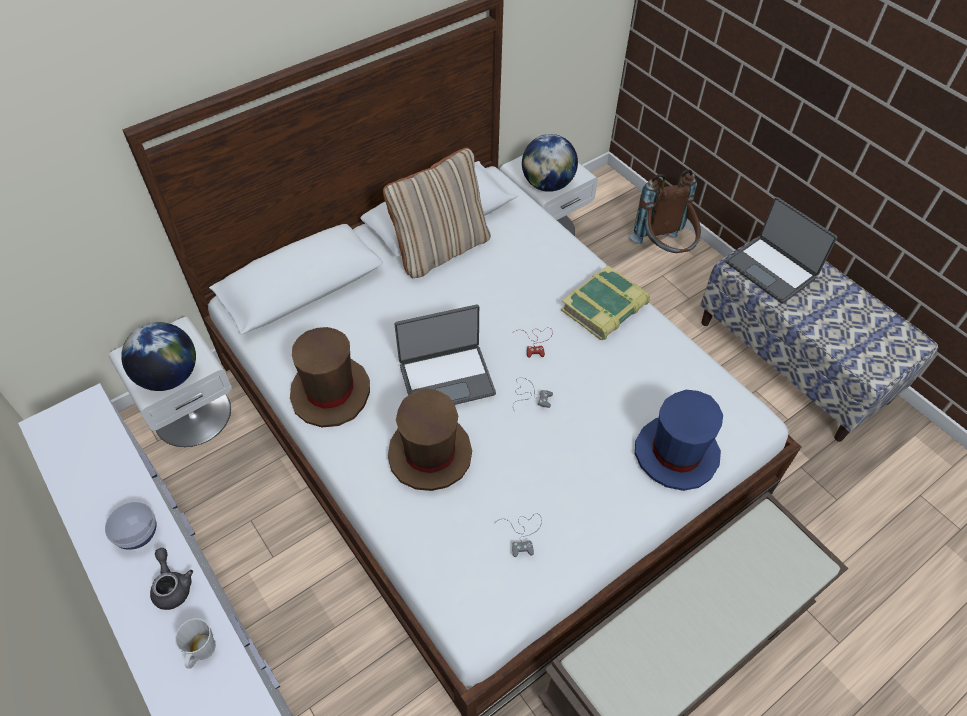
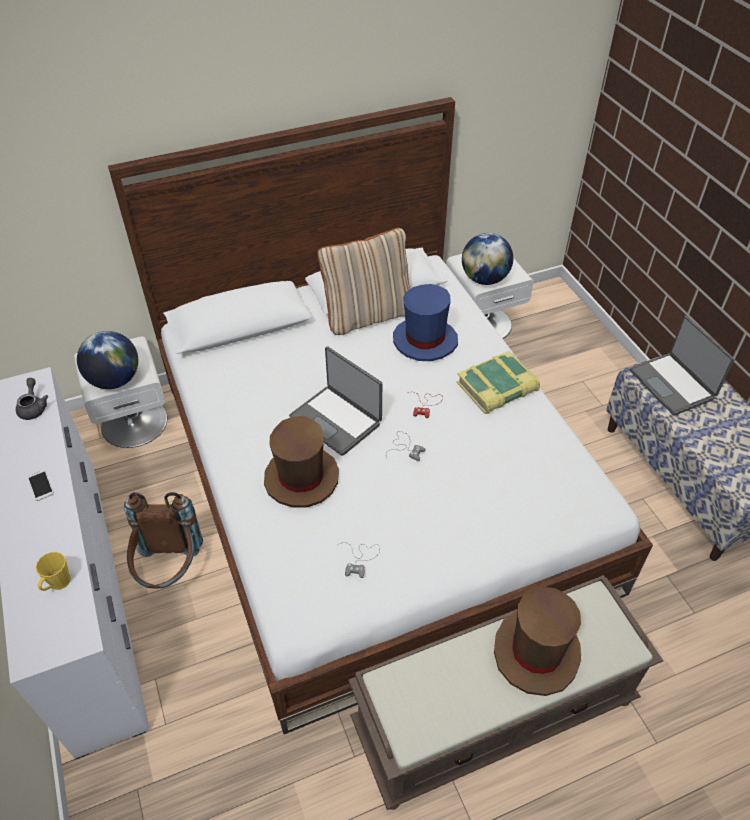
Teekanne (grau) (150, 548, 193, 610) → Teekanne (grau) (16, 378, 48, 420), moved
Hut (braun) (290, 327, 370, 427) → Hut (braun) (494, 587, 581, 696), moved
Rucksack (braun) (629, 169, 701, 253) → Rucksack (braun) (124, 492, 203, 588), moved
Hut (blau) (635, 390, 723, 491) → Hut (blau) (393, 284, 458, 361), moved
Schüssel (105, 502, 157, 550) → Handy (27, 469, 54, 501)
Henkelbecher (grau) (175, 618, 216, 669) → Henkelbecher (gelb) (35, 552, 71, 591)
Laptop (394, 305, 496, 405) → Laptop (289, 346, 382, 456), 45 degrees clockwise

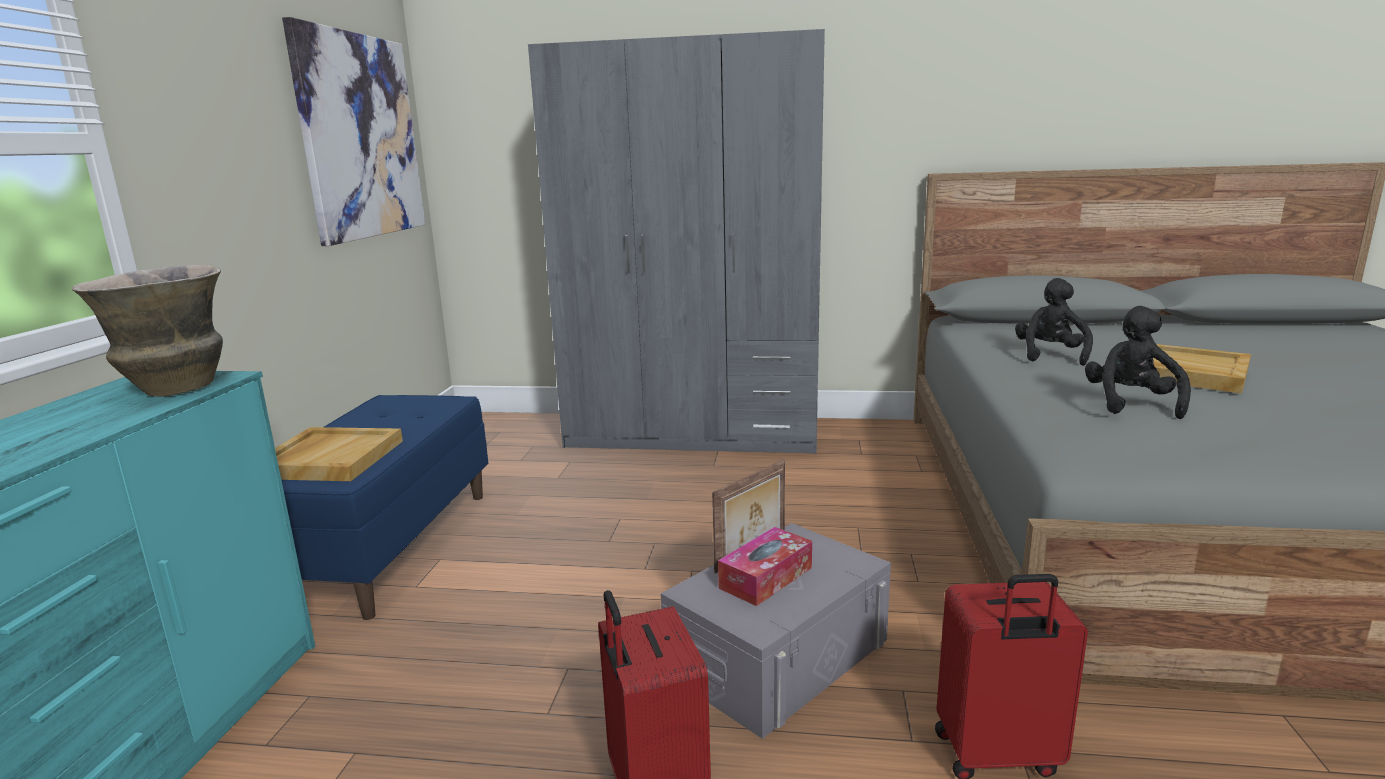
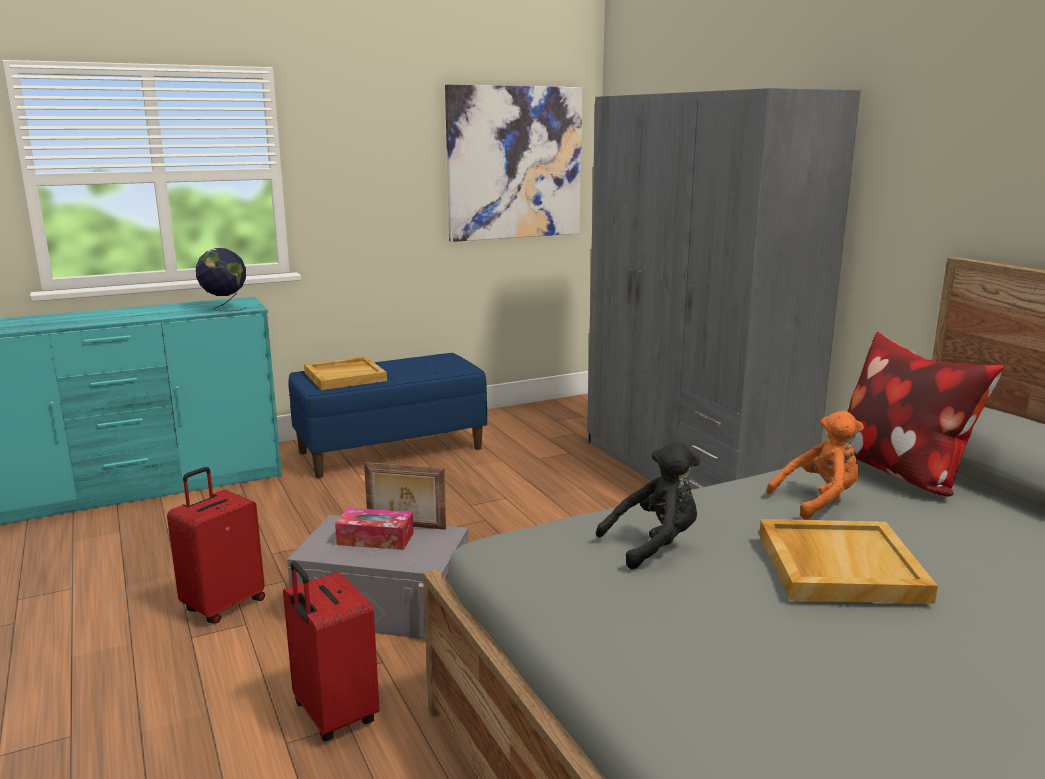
- → Kissen (847, 332, 1005, 497)
Vase (72, 265, 223, 397) → Globus (196, 248, 246, 311)
Plüschtier (schwarz) (1015, 278, 1093, 366) → Plüschtier (orange) (766, 411, 864, 520)

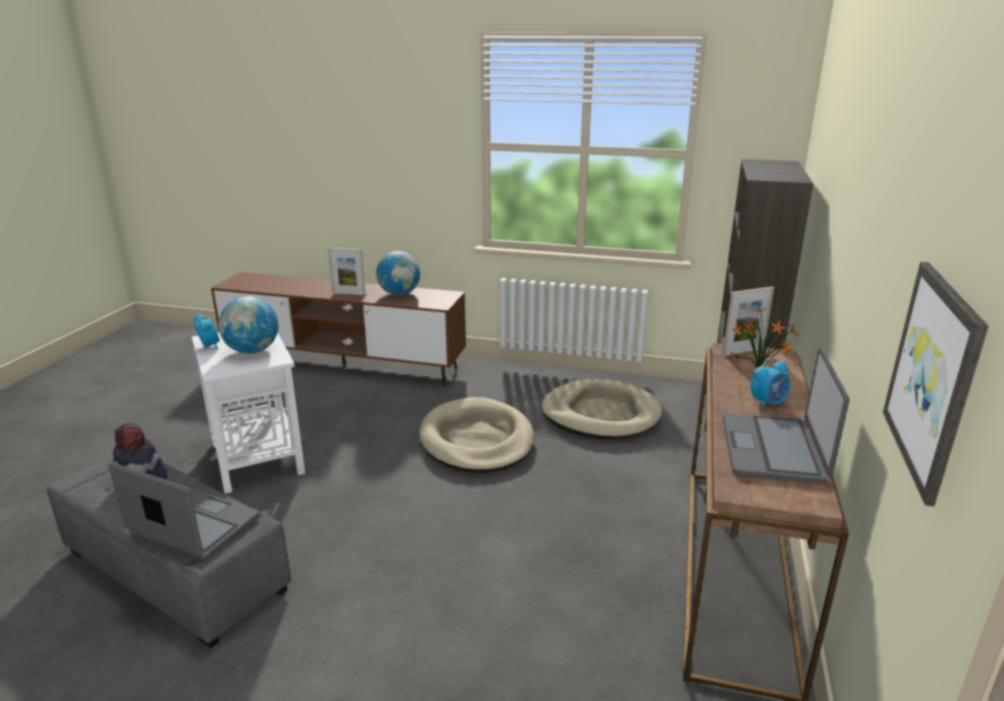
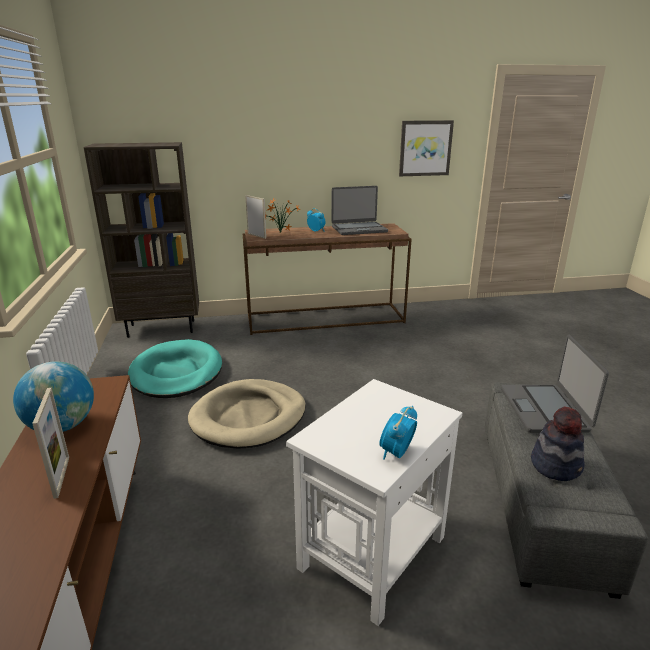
Globus (218, 296, 279, 354) → -
Hundebett (beige) (541, 379, 662, 439) → Hundebett (türkis) (128, 339, 222, 398)

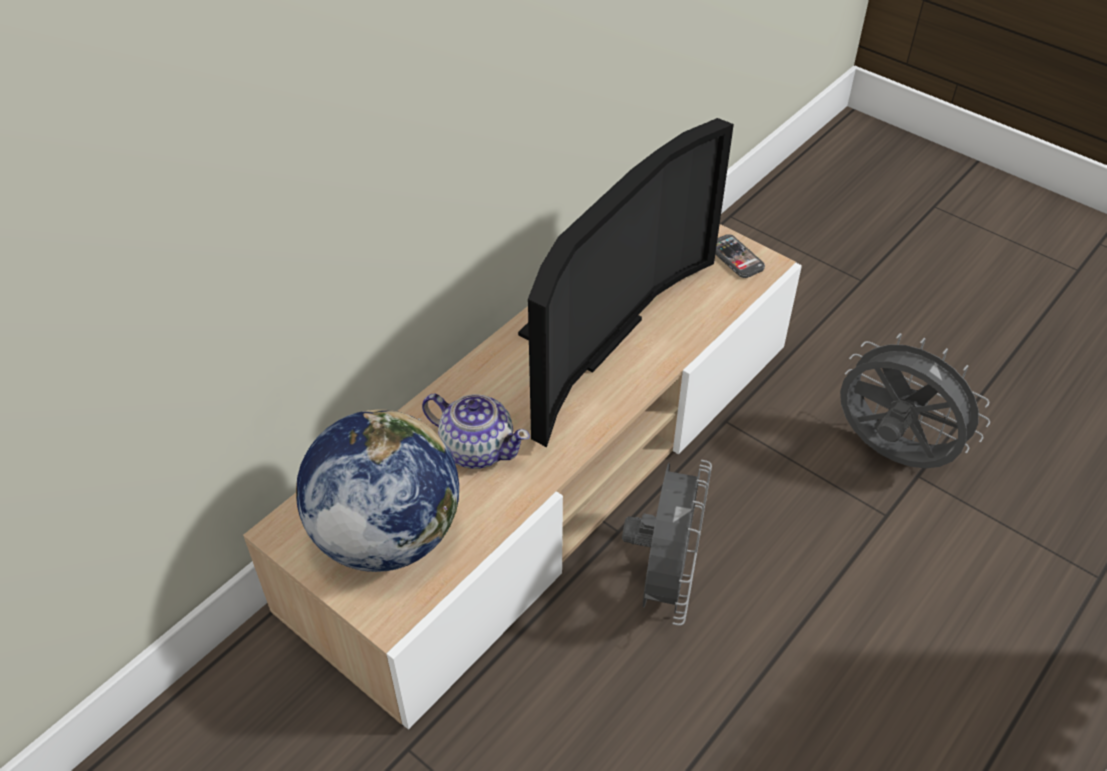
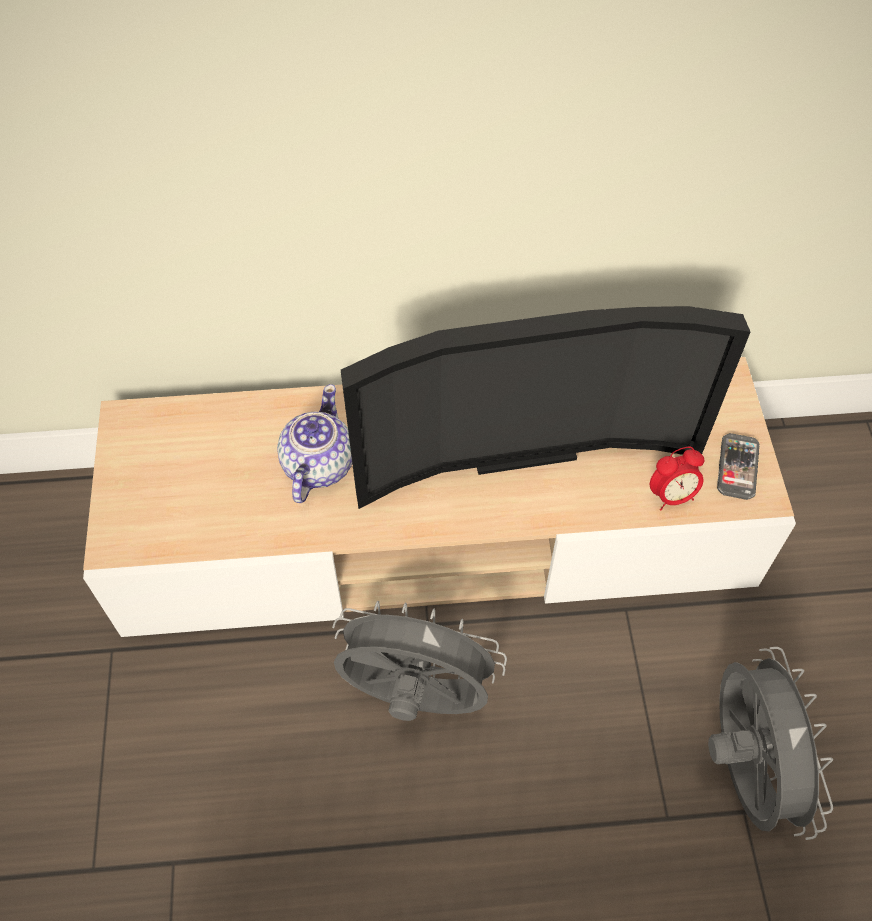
Globus (296, 409, 459, 572) → -
- → Wecker (650, 447, 705, 510)
Teekanne (422, 394, 530, 469) → Teekanne (277, 384, 352, 503), 150 degrees counterclockwise
Ventilator (grau) (622, 460, 712, 626) → Ventilator (grau) (332, 601, 507, 721), 135 degrees counterclockwise

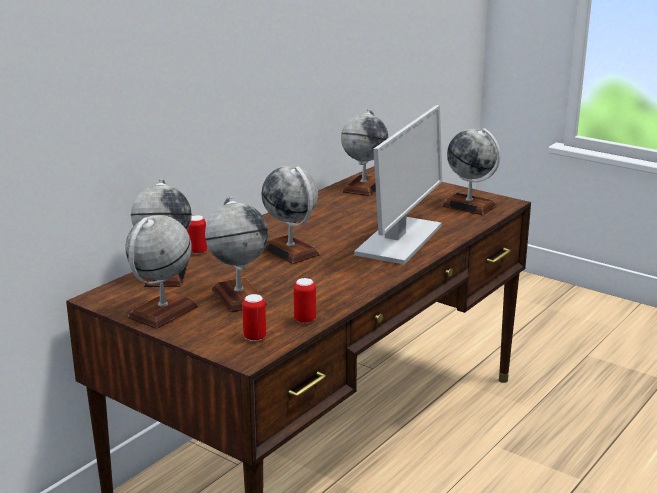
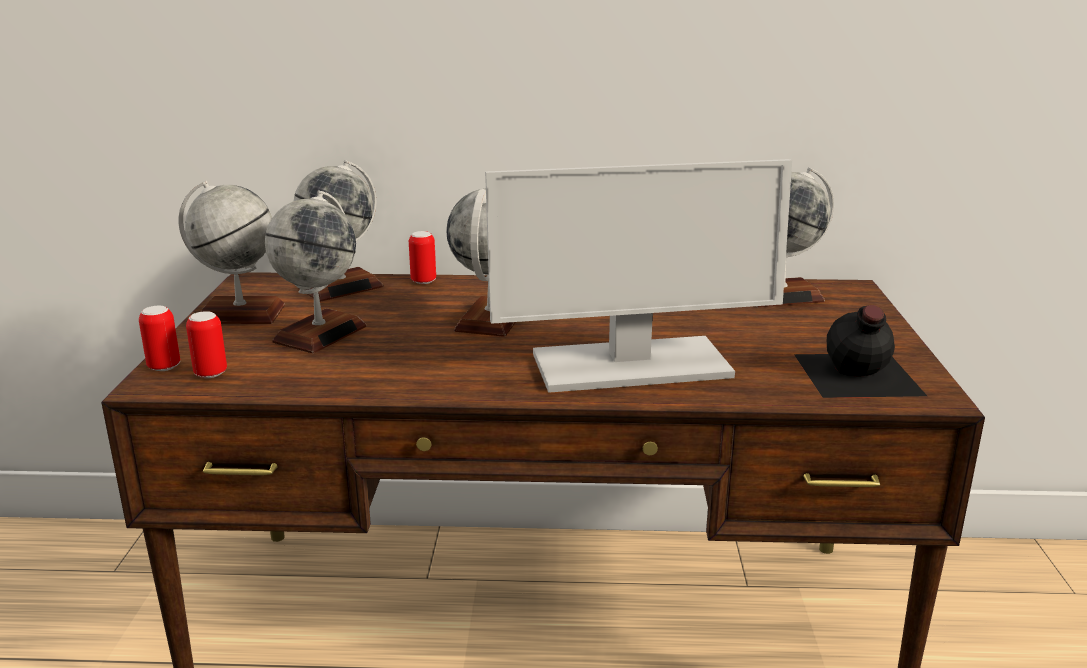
Dose (294, 278, 316, 324) → Dose (139, 306, 180, 371), moved
Globus (442, 128, 500, 215) → Flasche (schwarz) (794, 305, 927, 398)

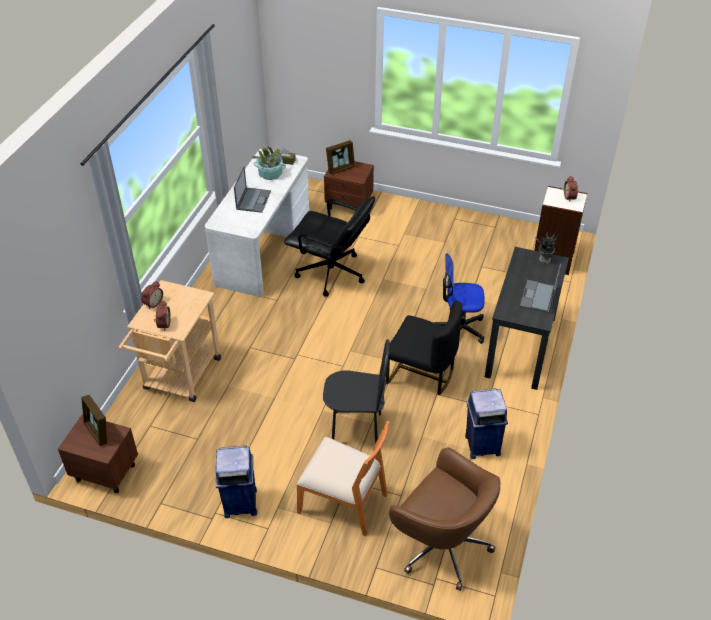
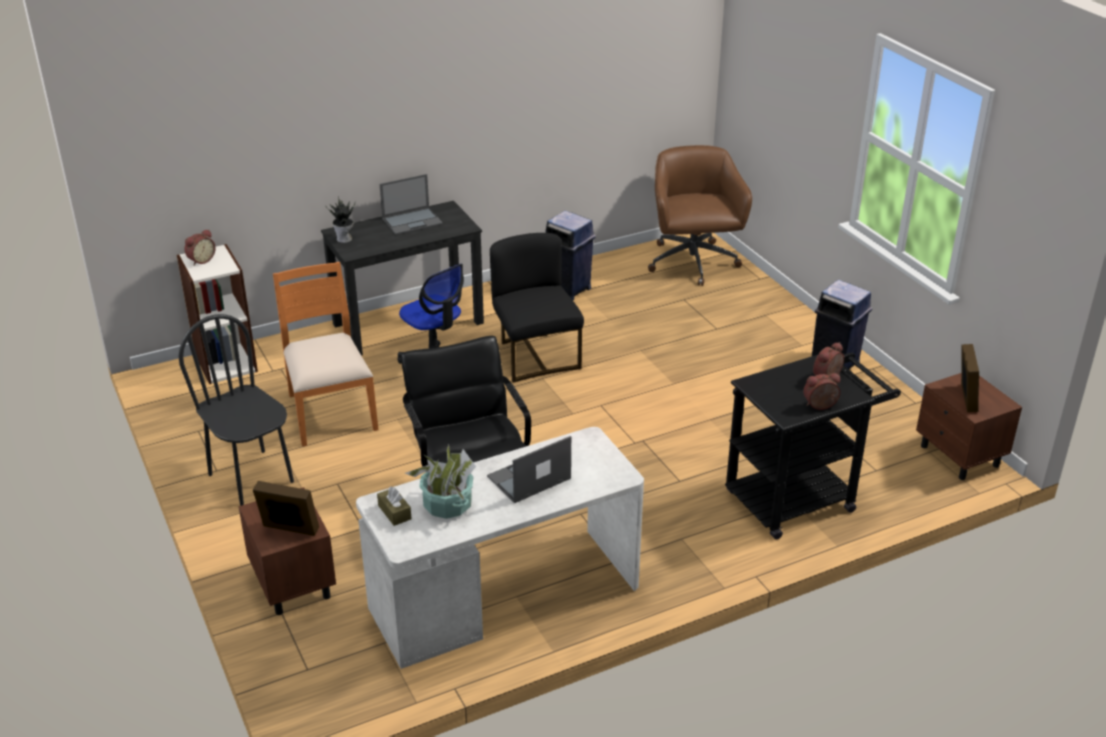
Stuhl (orange) (297, 420, 390, 536) → Stuhl (orange) (273, 262, 378, 447), moved
Stuhl (schwarz) (323, 339, 390, 444) → Stuhl (schwarz) (179, 314, 294, 506), moved
Rollwagen (beige) (119, 280, 221, 402) → Rollwagen (schwarz) (725, 352, 901, 539)

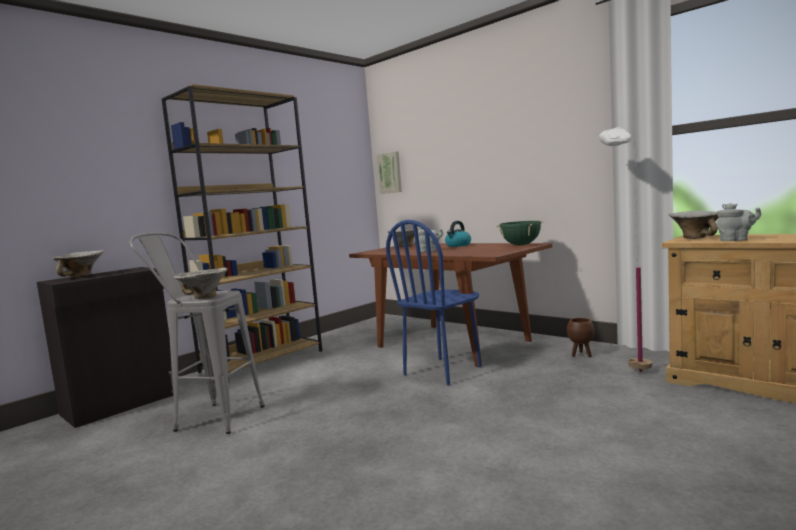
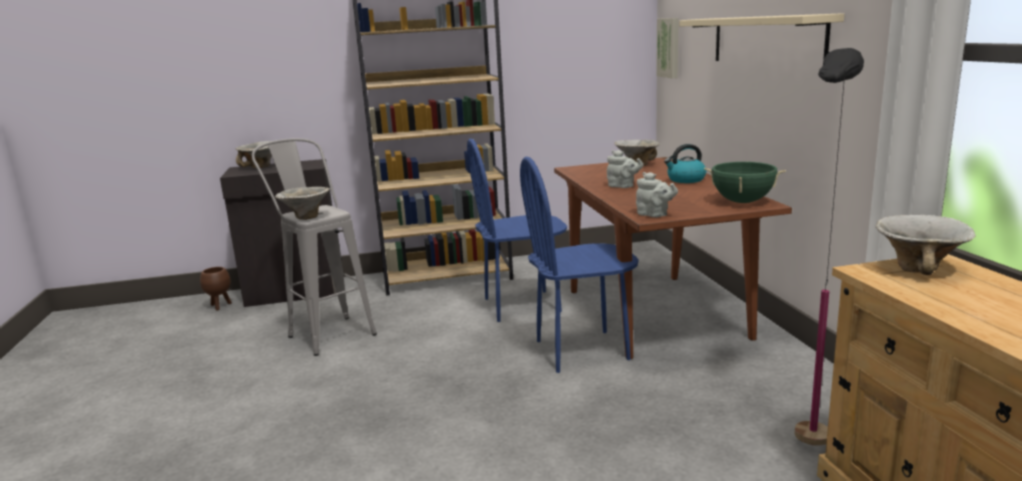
- → Stuhl (blau) (467, 139, 567, 322)
- → Wandregal (beige) (679, 13, 844, 61)
Pflanzkübel (braun) (567, 318, 595, 357) → Pflanzkübel (braun) (200, 267, 232, 310), moved
Teekanne (grau) (716, 203, 761, 241) → Teekanne (grau) (636, 172, 678, 217), moved
Stehlampe (weiß) (599, 127, 652, 372) → Stehlampe (schwarz) (795, 48, 864, 446)

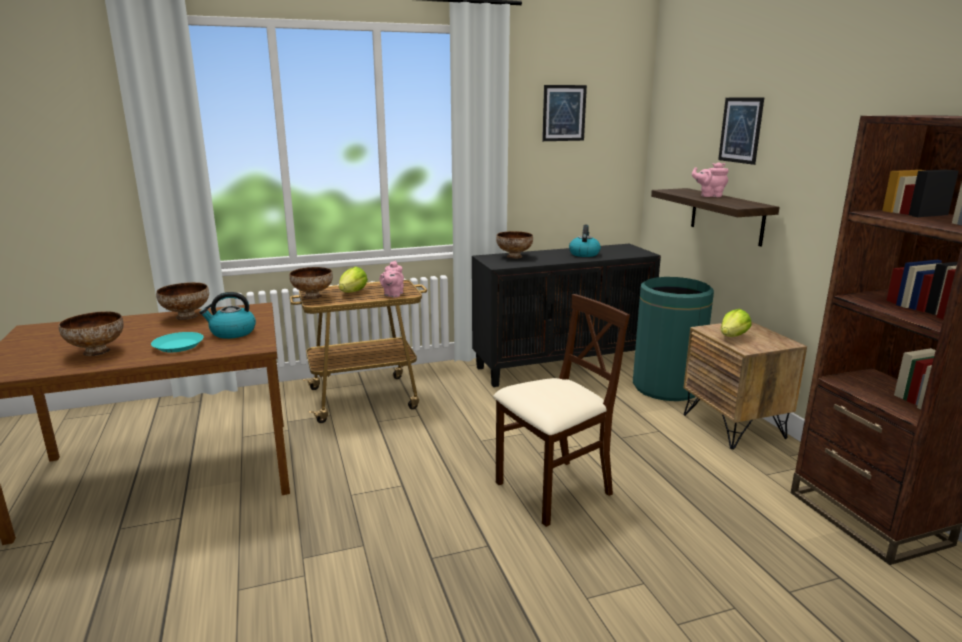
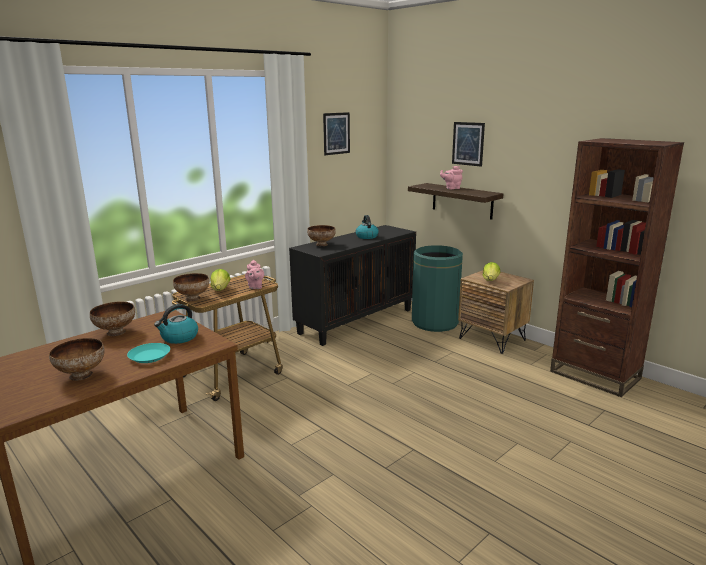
Stuhl (beige) (493, 294, 630, 527) → -

